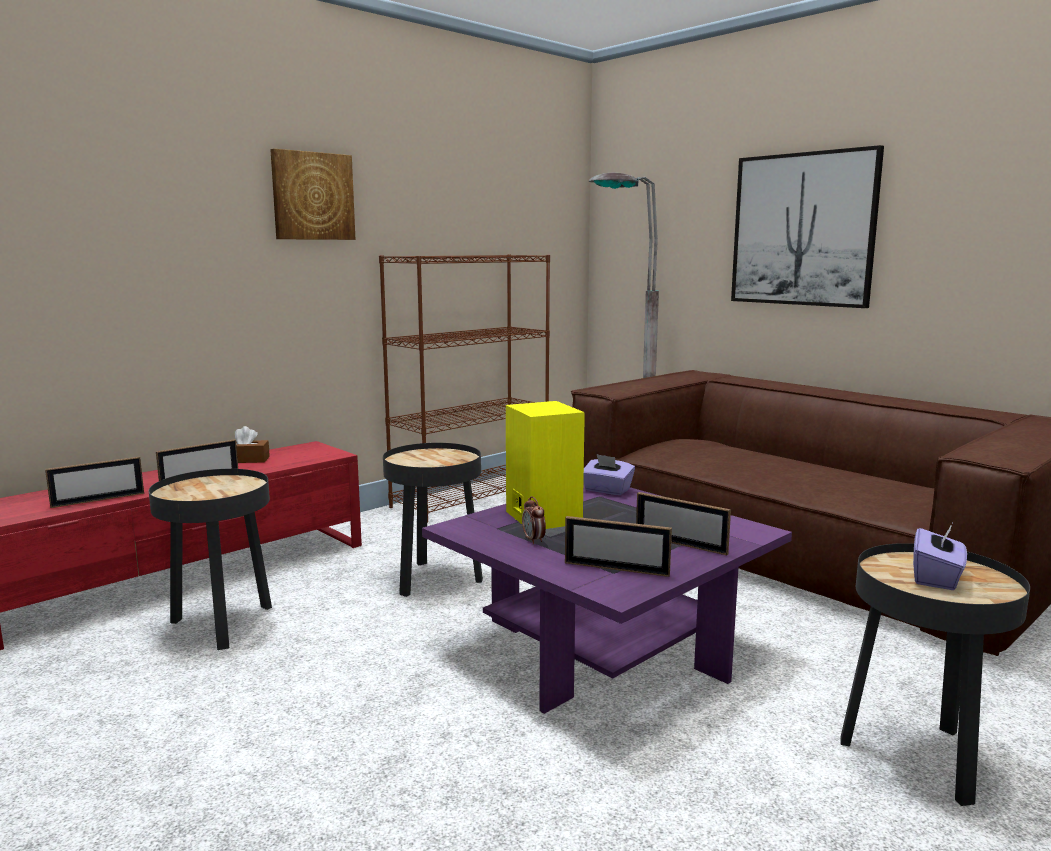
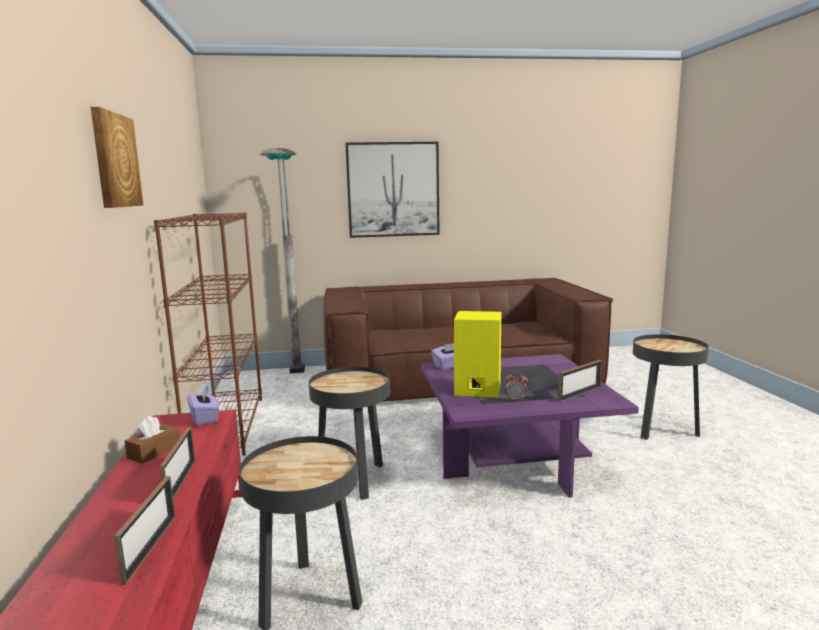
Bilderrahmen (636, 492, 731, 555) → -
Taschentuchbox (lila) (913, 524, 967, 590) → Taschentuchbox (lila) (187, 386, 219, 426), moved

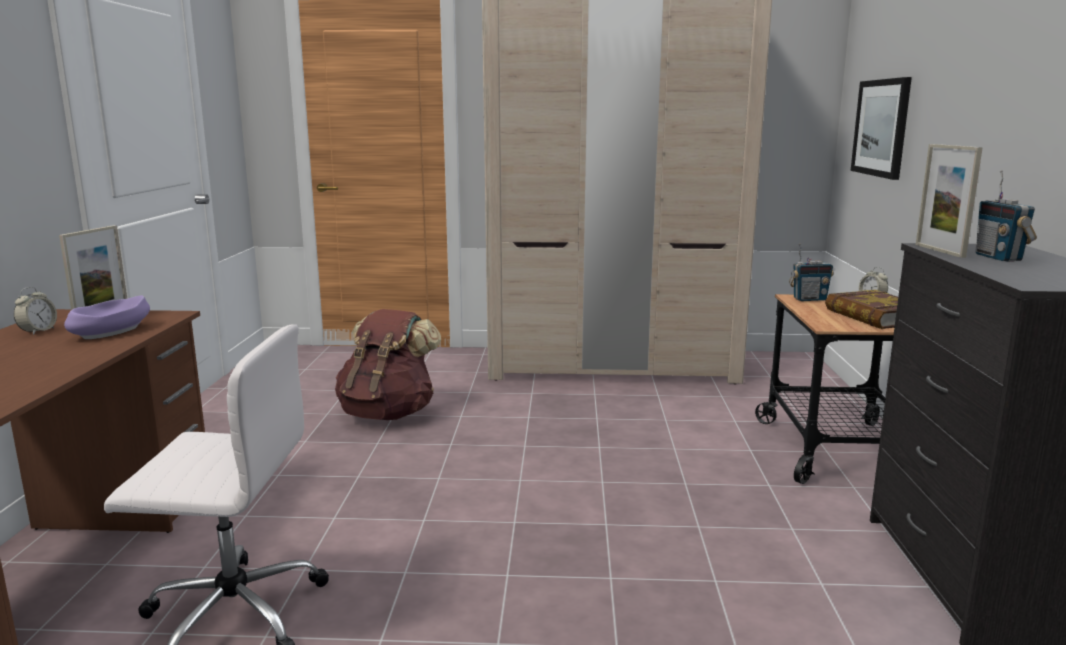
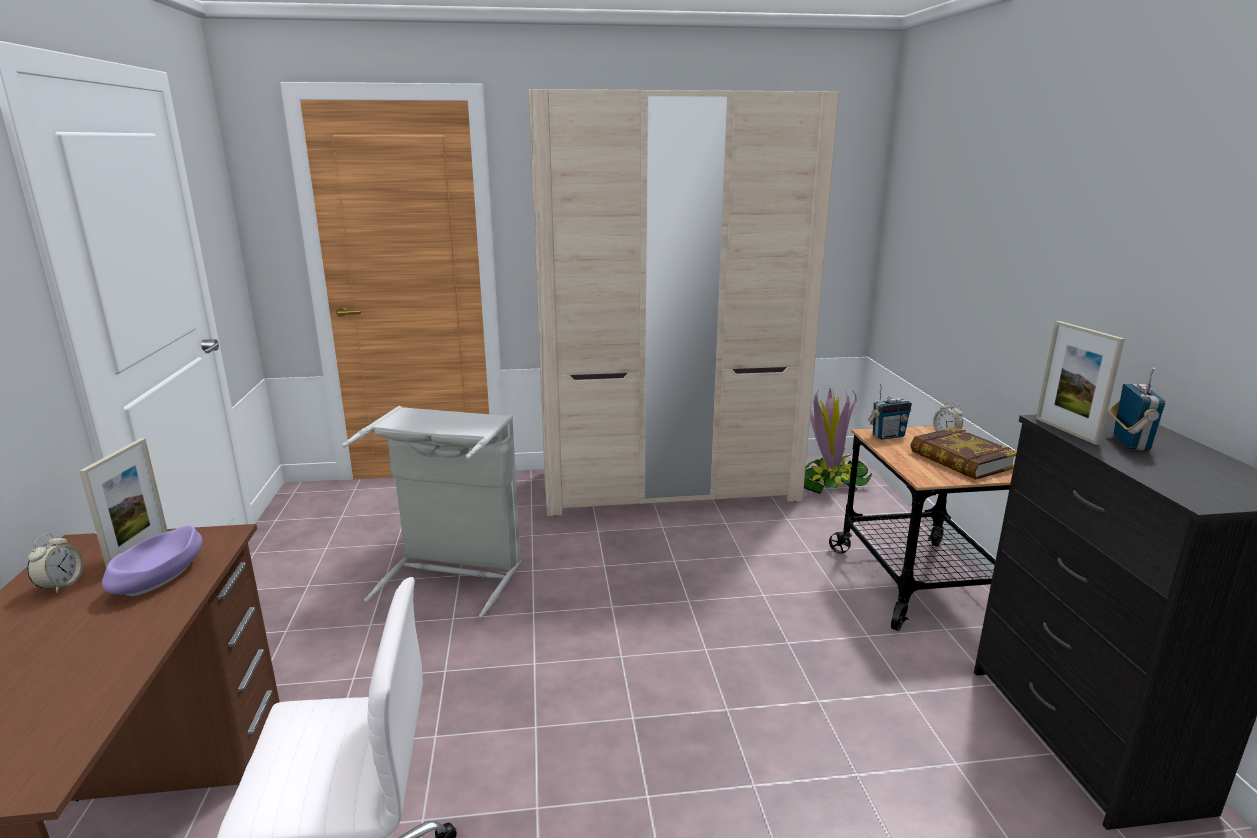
Bild (851, 77, 912, 180) → -
- → Topfpflanze (804, 387, 872, 494)
Rucksack (braun) (335, 309, 441, 420) → Wäschekorb (grau) (342, 406, 521, 618)
Radio (975, 171, 1037, 262) → Radio (1109, 367, 1165, 451), 150 degrees counterclockwise

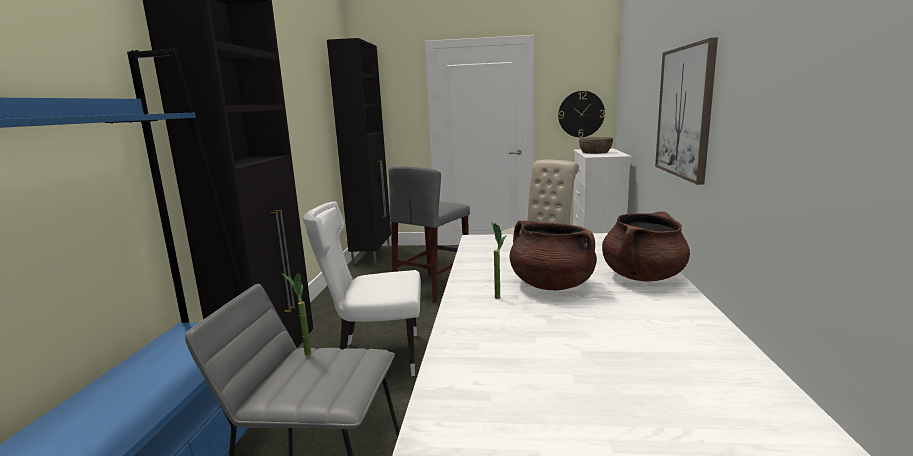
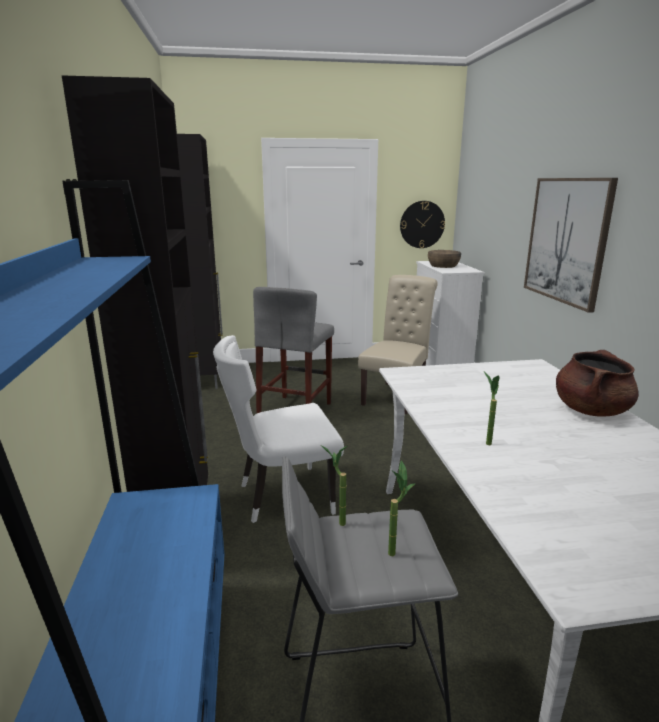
Kochtopf (braun) (510, 220, 597, 290) → -
- → Topfpflanze (388, 460, 416, 556)

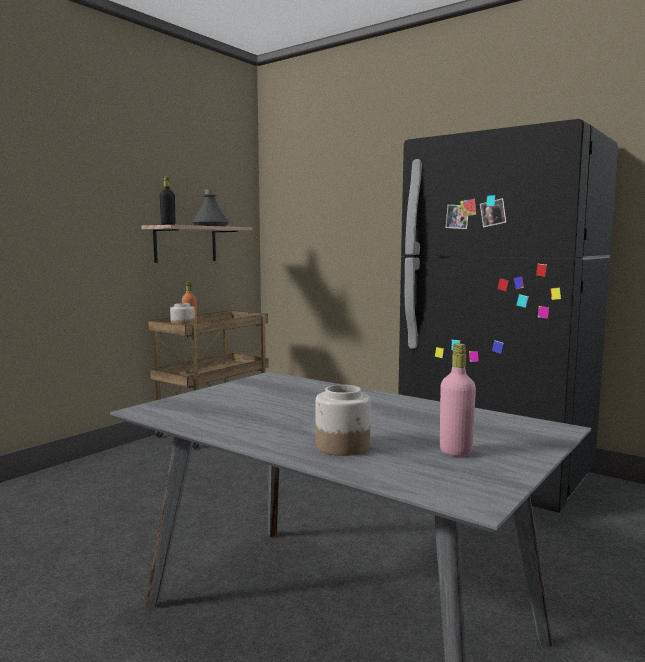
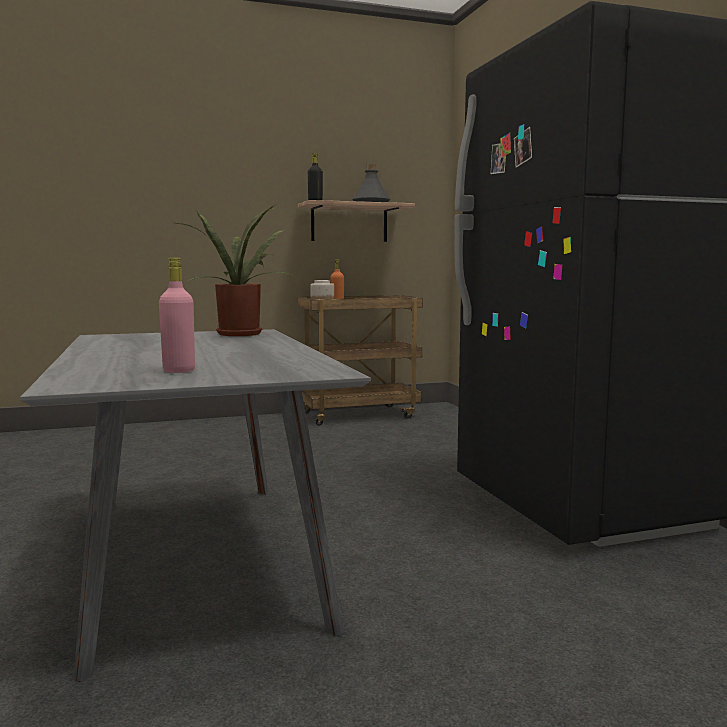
Vorratsglas (316, 385, 371, 456) → -
- → Topfpflanze (176, 204, 295, 336)

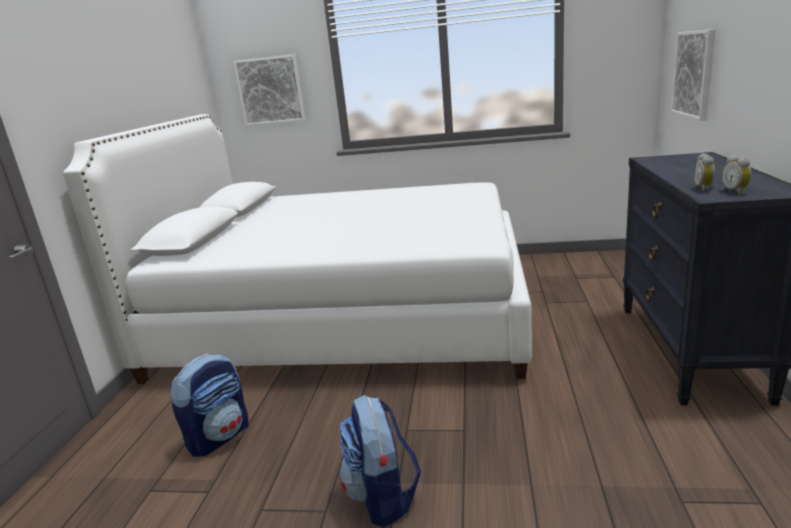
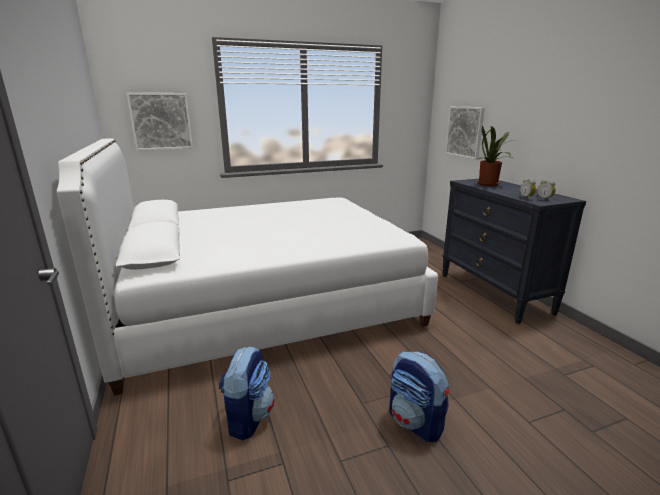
- → Topfpflanze (477, 125, 514, 186)

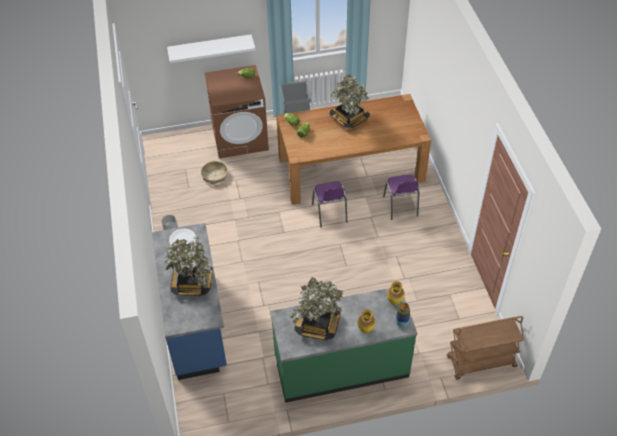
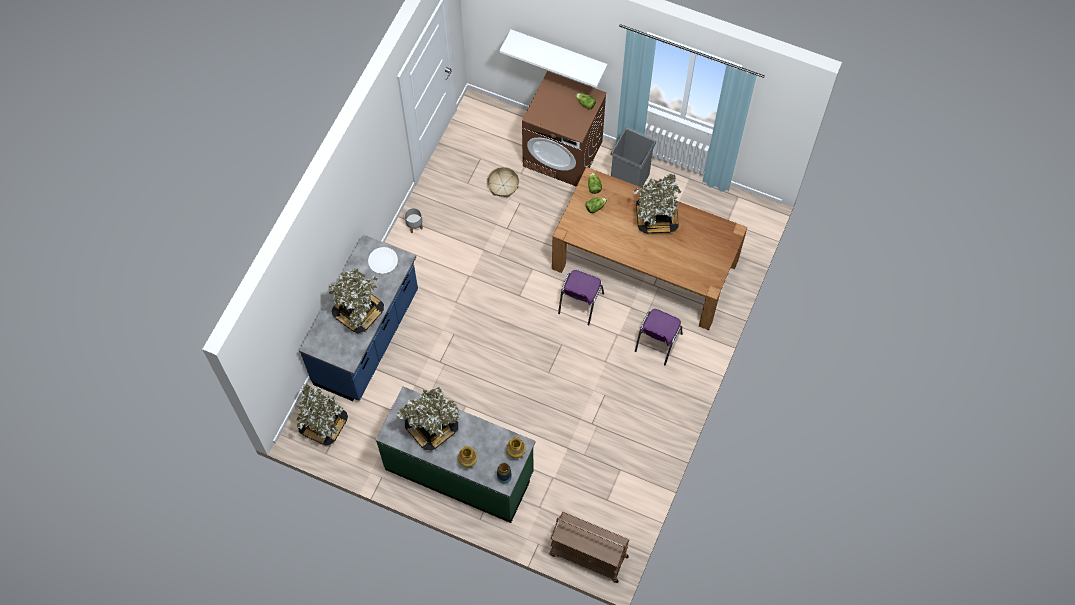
- → Topfpflanze (297, 384, 348, 446)

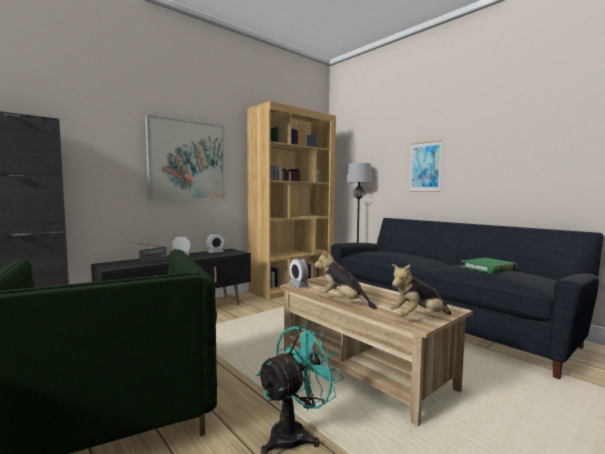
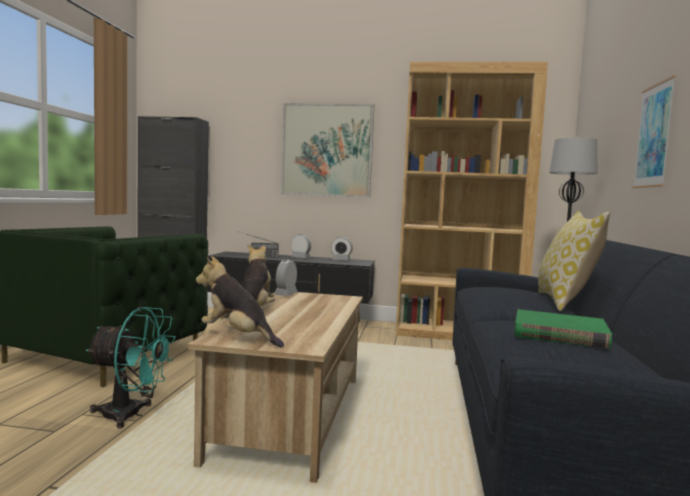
- → Kissen (538, 211, 610, 311)

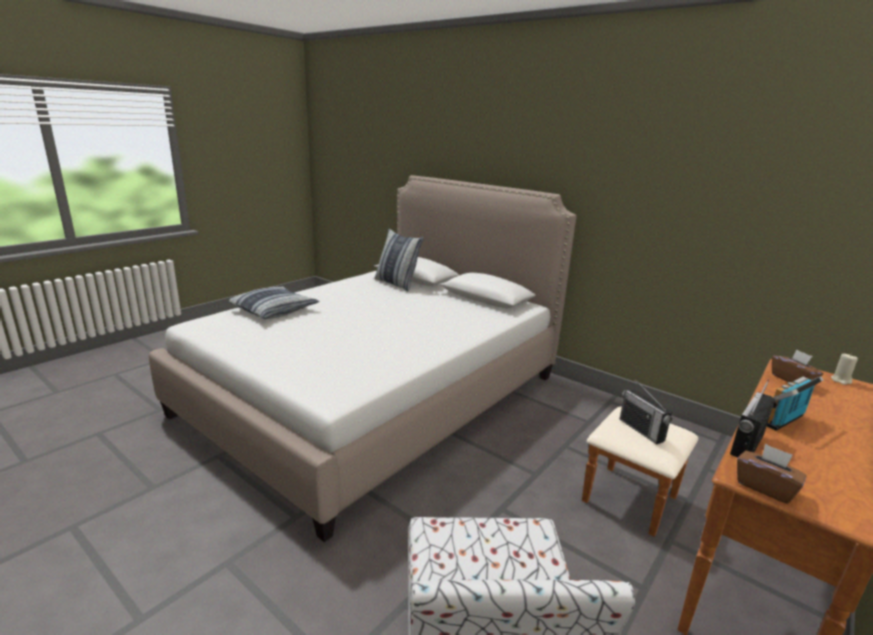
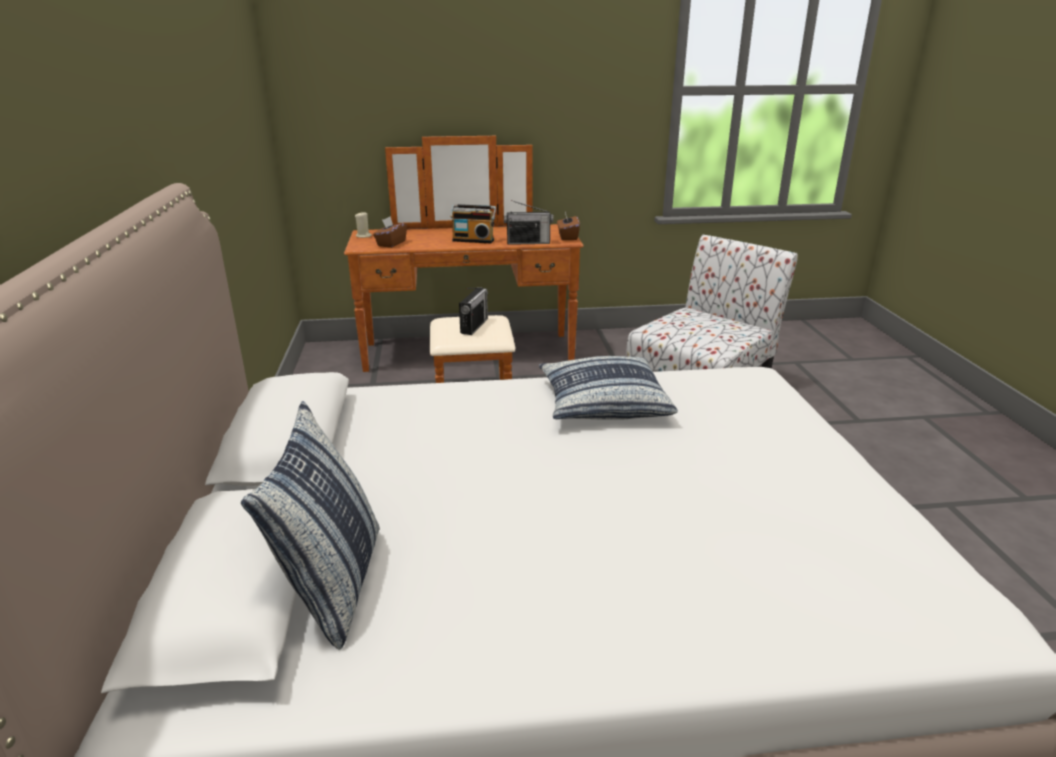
Kissen (228, 287, 319, 319) → Kissen (539, 356, 678, 420), moved

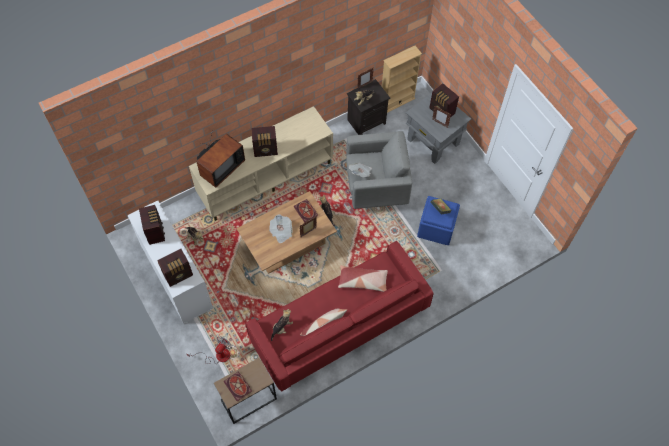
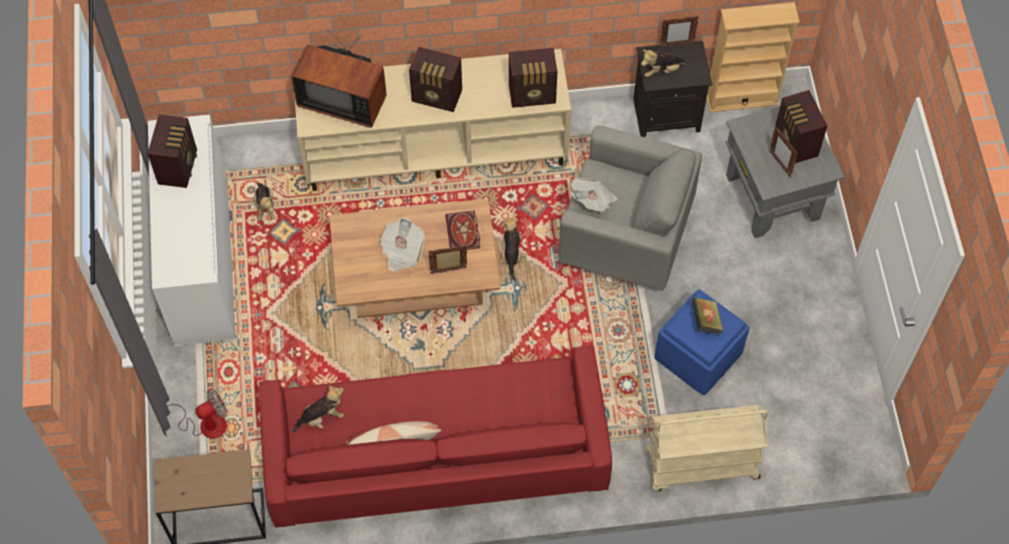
Buch (223, 371, 252, 401) → -
Kissen (338, 265, 388, 292) → -
- → Rollwagen (beige) (646, 405, 768, 492)
Radio (157, 249, 193, 287) → Radio (509, 48, 557, 108), moved
Fernseher (197, 130, 245, 188) → Fernseher (291, 29, 387, 128), 45 degrees clockwise

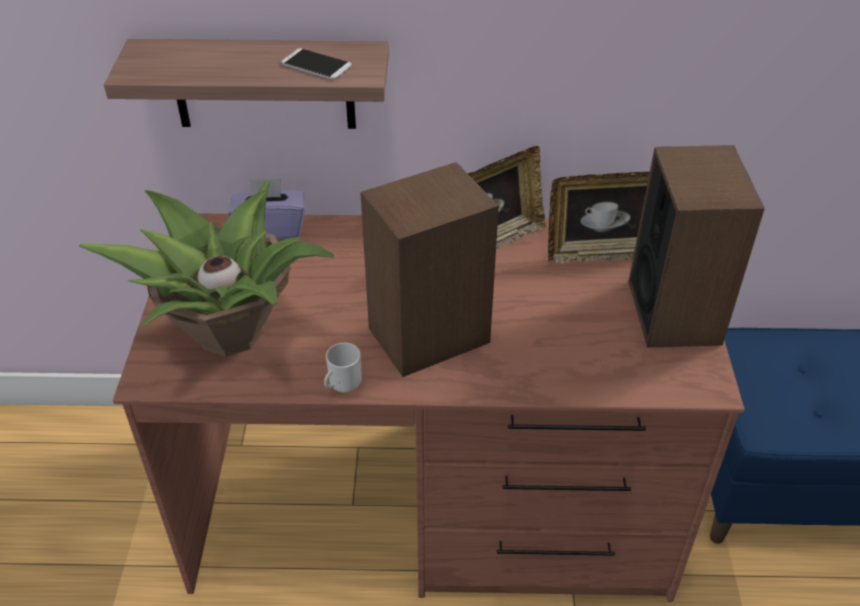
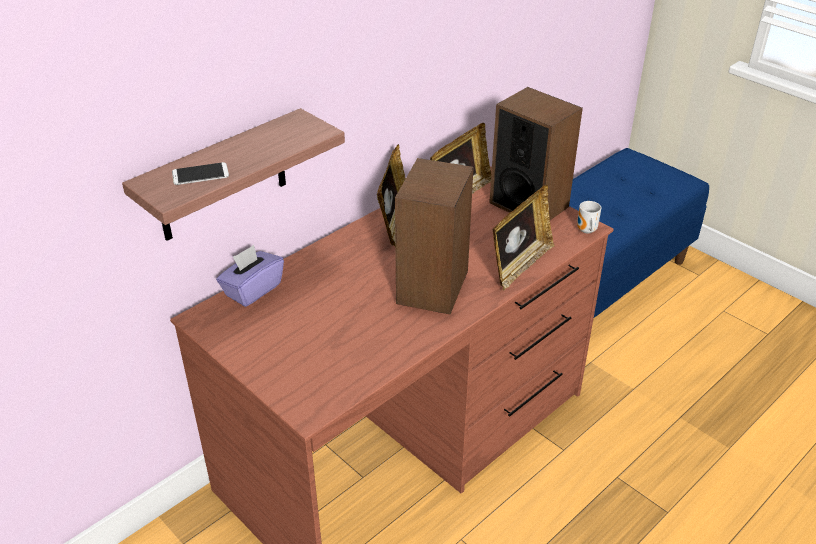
Topfpflanze (79, 181, 334, 357) → -
- → Bilderrahmen (493, 185, 555, 291)
Handy (281, 48, 352, 79) → Handy (172, 162, 229, 185), moved
Henkelbecher (324, 343, 362, 393) → Henkelbecher (577, 201, 601, 234), moved

